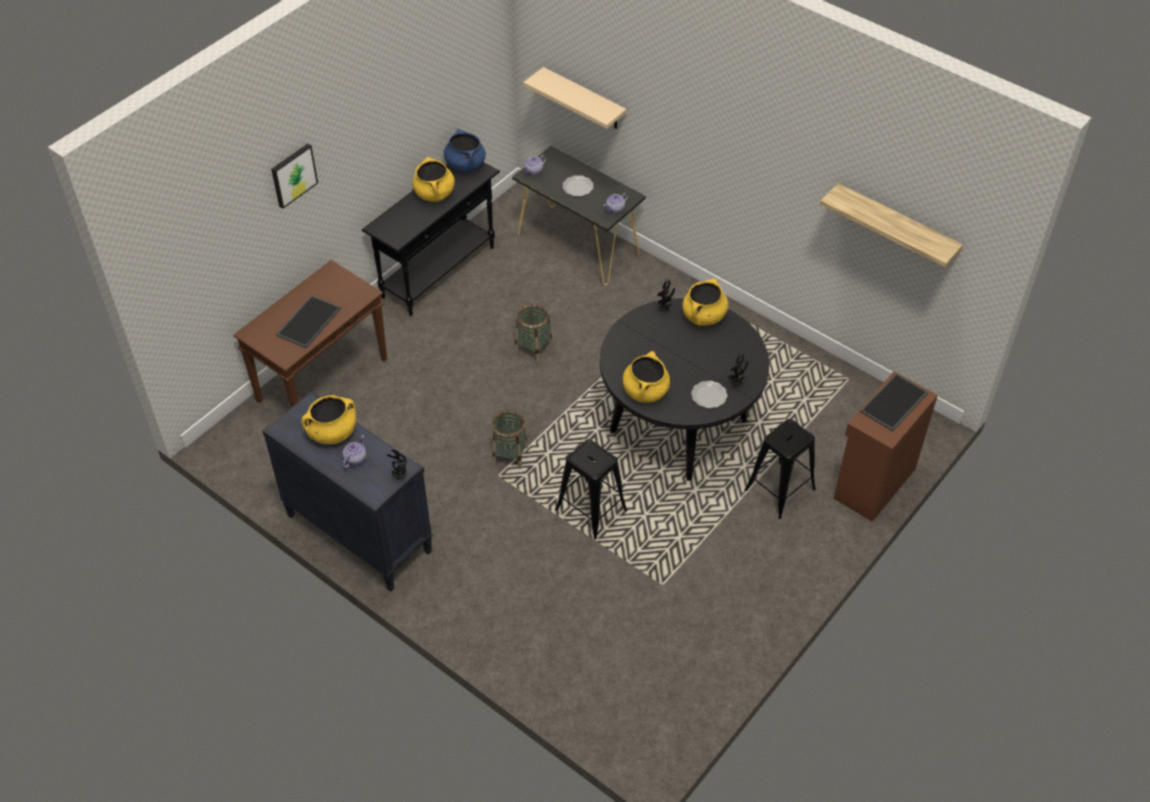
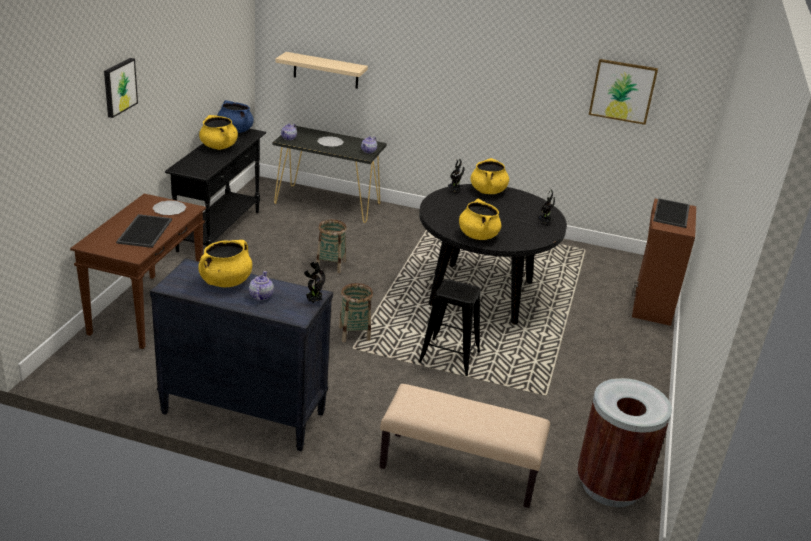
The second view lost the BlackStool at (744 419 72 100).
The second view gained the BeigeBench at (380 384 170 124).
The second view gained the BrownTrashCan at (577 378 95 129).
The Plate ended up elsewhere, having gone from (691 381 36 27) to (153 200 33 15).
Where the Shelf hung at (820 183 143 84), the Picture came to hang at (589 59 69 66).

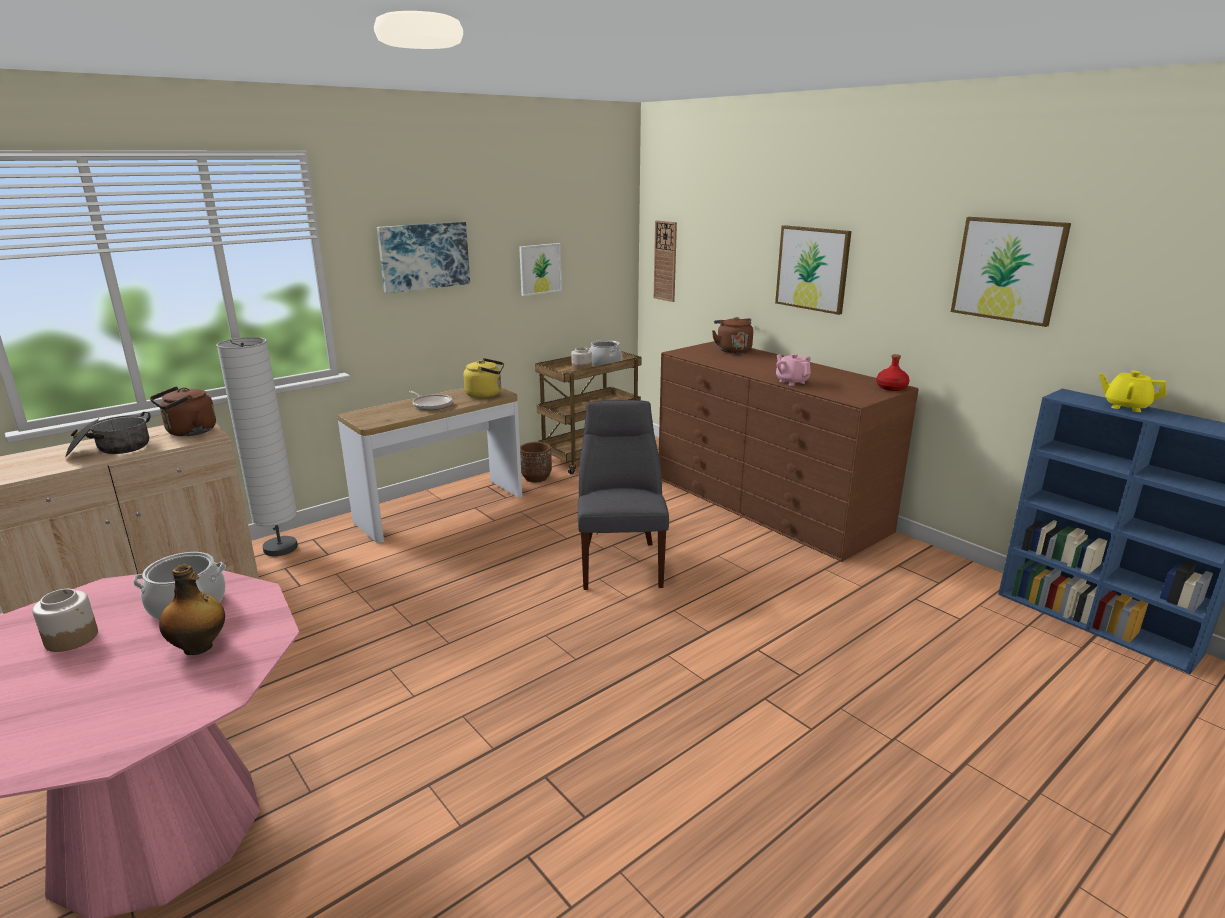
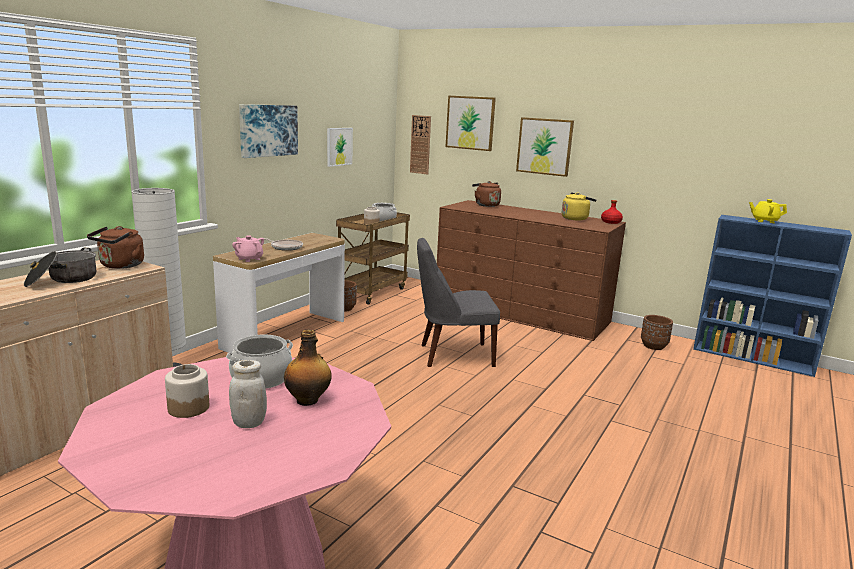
The second view gained the WhiteJar at (229 360 38 68).
The second view gained the BrownPlanter at (641 315 32 35).
The YellowKettle ended up elsewhere, having gone from (463 358 41 40) to (562 192 34 29).
The PinkTeapot ended up elsewhere, having gone from (776 353 35 33) to (232 236 32 26).
The Picture ended up elsewhere, having gone from (951 217 120 110) to (445 96 51 55).
The GreyChair at (578 400 91 190) ended up facing another way, 75 degrees counterclockwise from before.

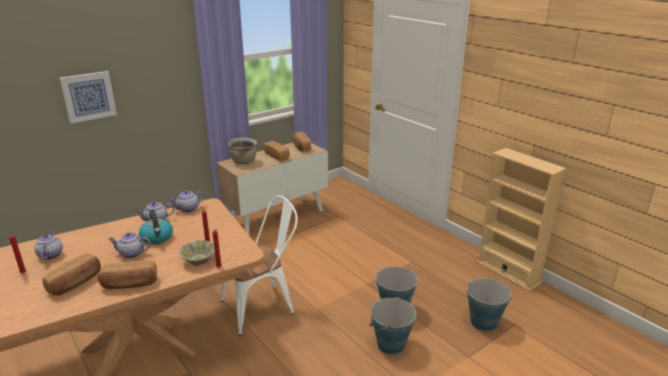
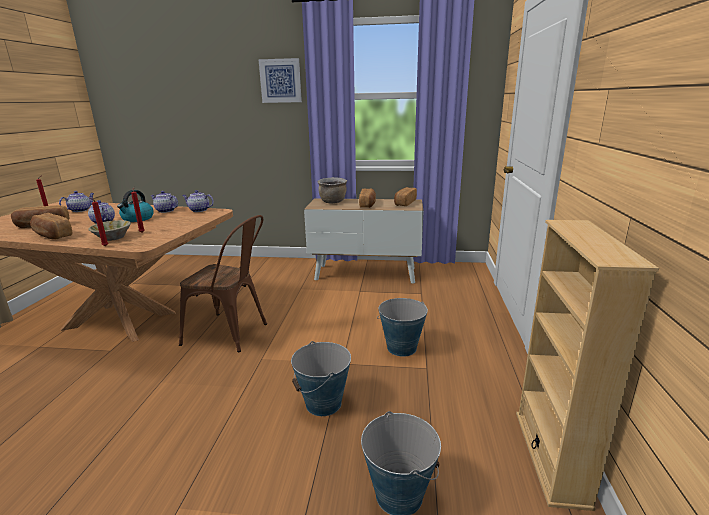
The Picture ended up elsewhere, having gone from (59 71 58 53) to (258 58 44 45).
The Bucket ended up elsewhere, having gone from (370 297 46 58) to (377 298 51 59).
What was the WhiteChair at (221 195 77 141) turned into the BrownChair at (179 215 88 137).

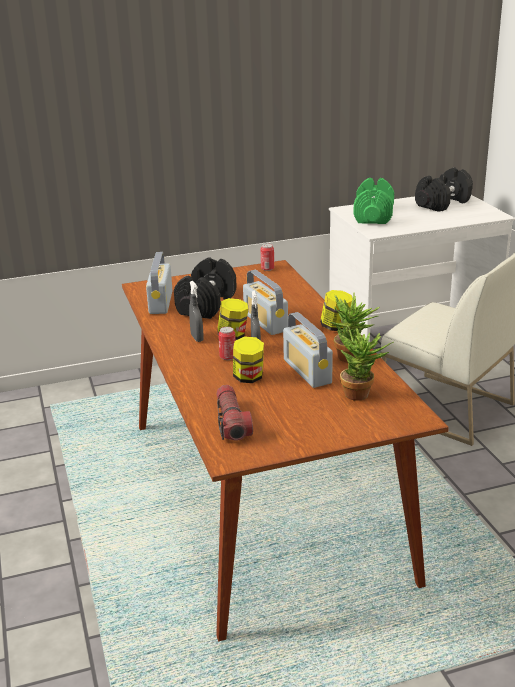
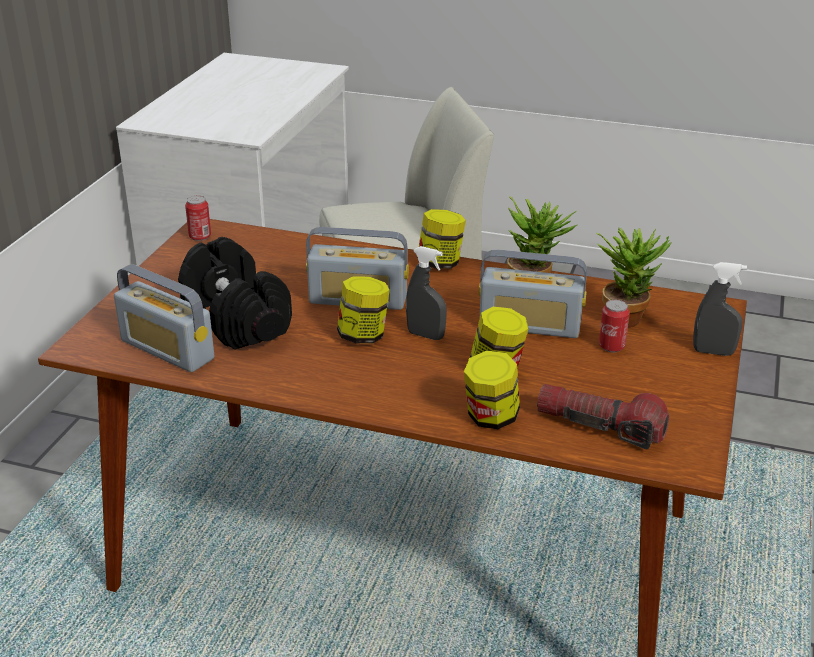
The second view lost the GreenDumbbell at (353 178 41 46).
The second view lost the BlackDumbbell at (415 167 58 45).
The second view gained the Jar at (464 351 56 78).
The GreySprayBottle ended up elsewhere, having gone from (189 281 15 61) to (693 262 54 94).
The Can ended up elsewhere, having gone from (218 327 18 33) to (599 300 31 53).

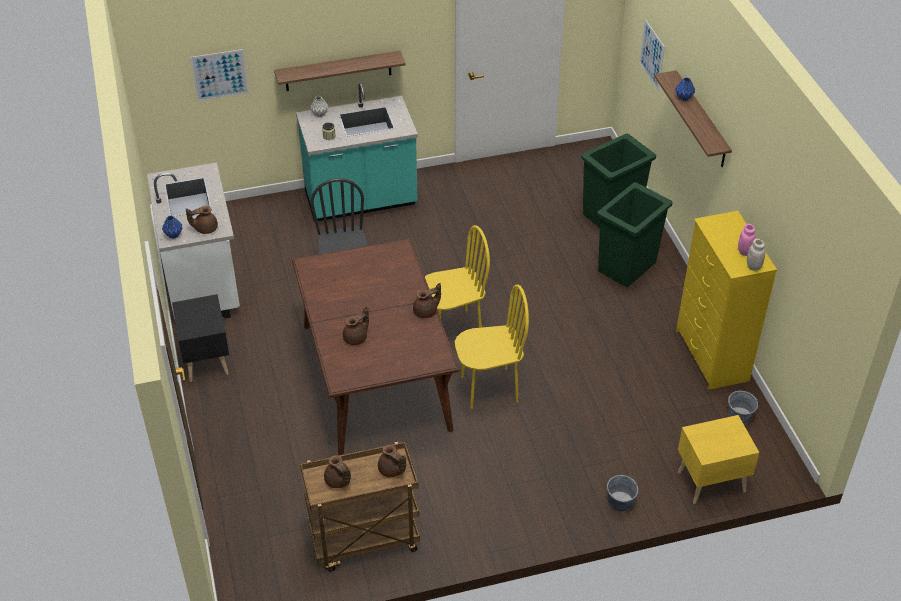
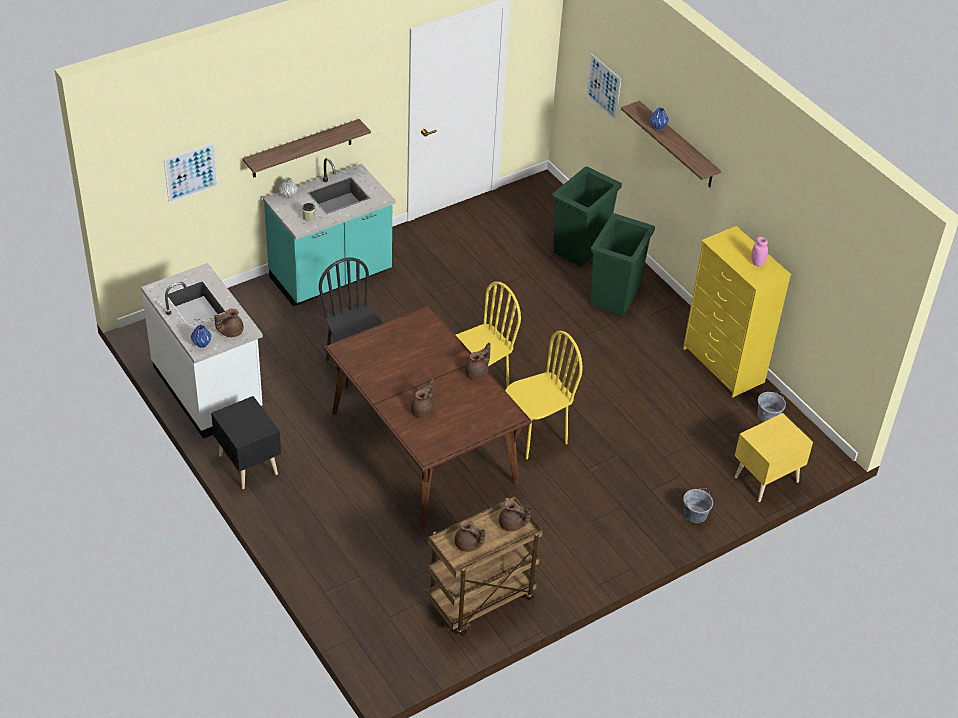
The second view lost the WhiteJar at (747 239 18 32).

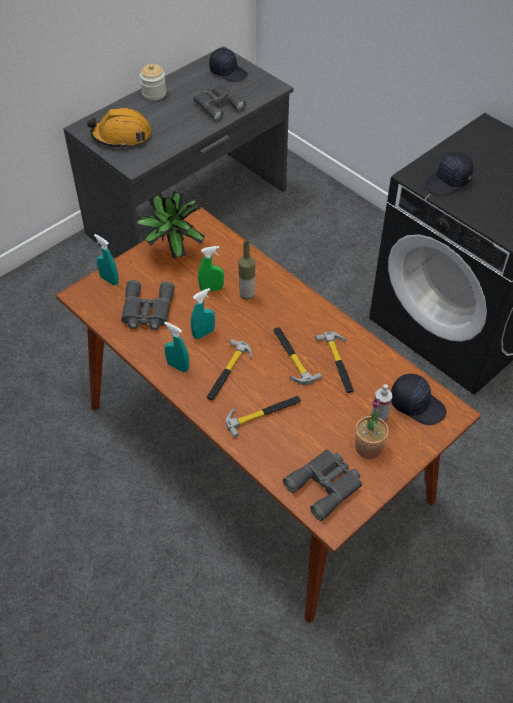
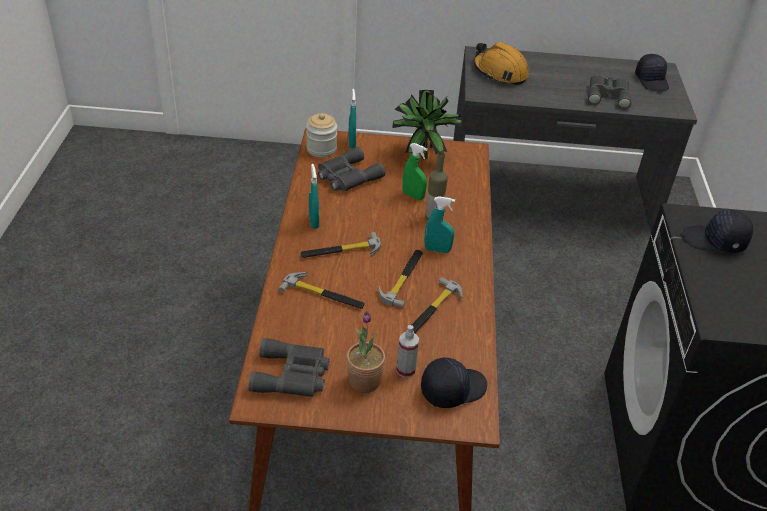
The Jar ended up elsewhere, having gone from (140 64 26 37) to (306 113 31 45).
The TurquoiseSprayBottle ended up elsewhere, having gone from (191 288 24 51) to (424 196 31 57).
The BlackCap at (391 374 56 51) ended up facing another way, 105 degrees counterclockwise from before.

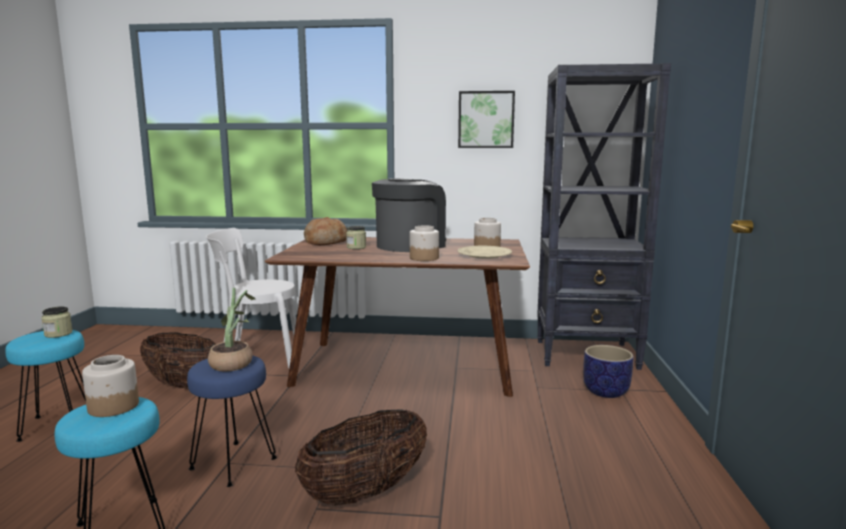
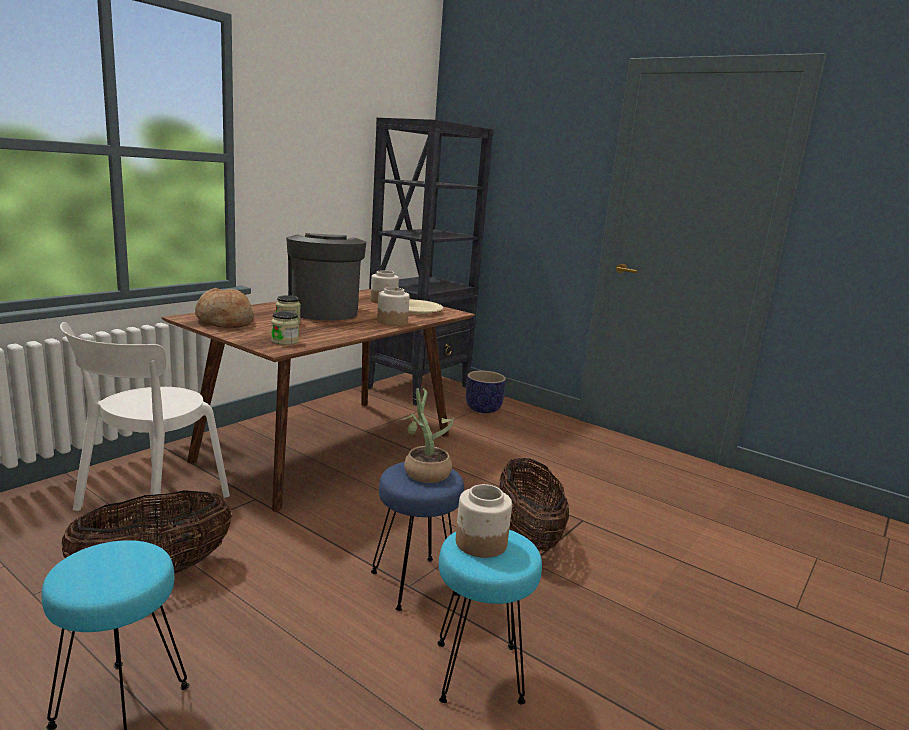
The second view lost the Picture at (458 91 57 57).
The Jar ended up elsewhere, having gone from (41 307 32 31) to (271 311 28 34).

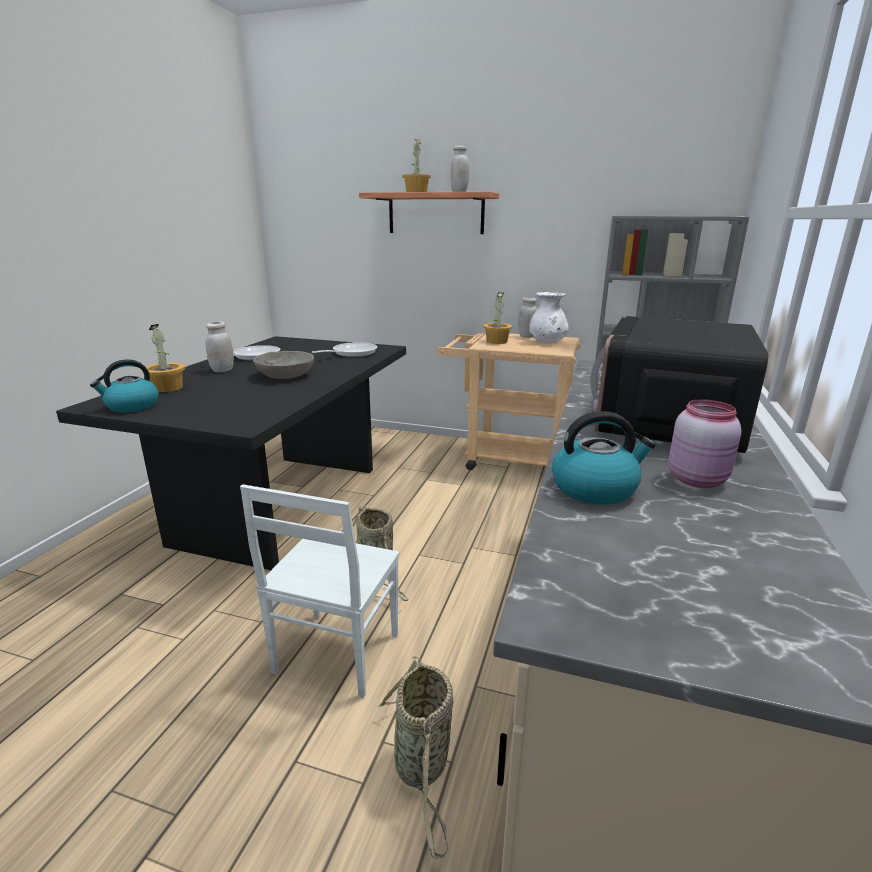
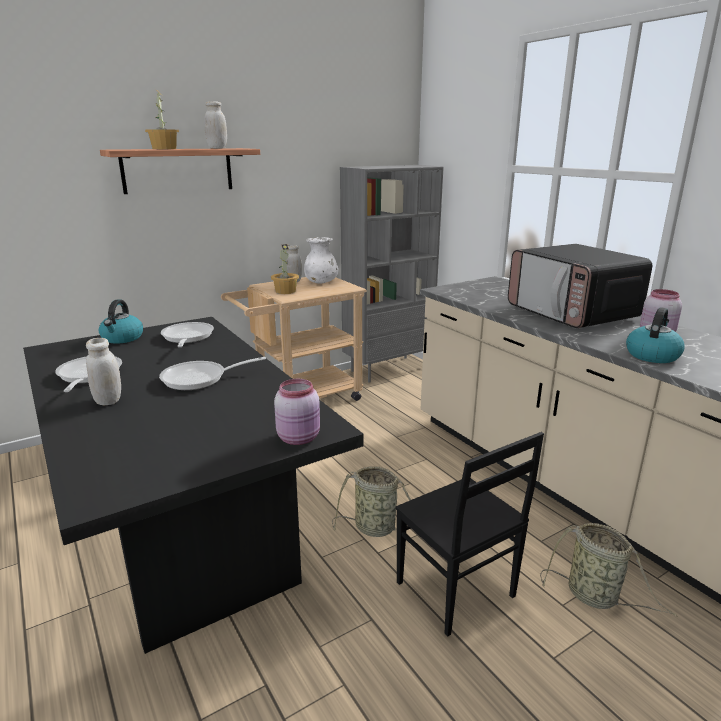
The second view lost the PottedPlant at (146 324 39 68).
The second view gained the PinkJar at (274 379 46 66).
The Kettle ended up elsewhere, having gone from (90 359 69 53) to (99 300 44 44).
Where the GreyBowl stood at (253 351 61 28), the FryingPan came to stand at (159 357 107 33).
What was the WhiteChair at (240 484 159 214) turned into the BlackChair at (396 432 148 205).

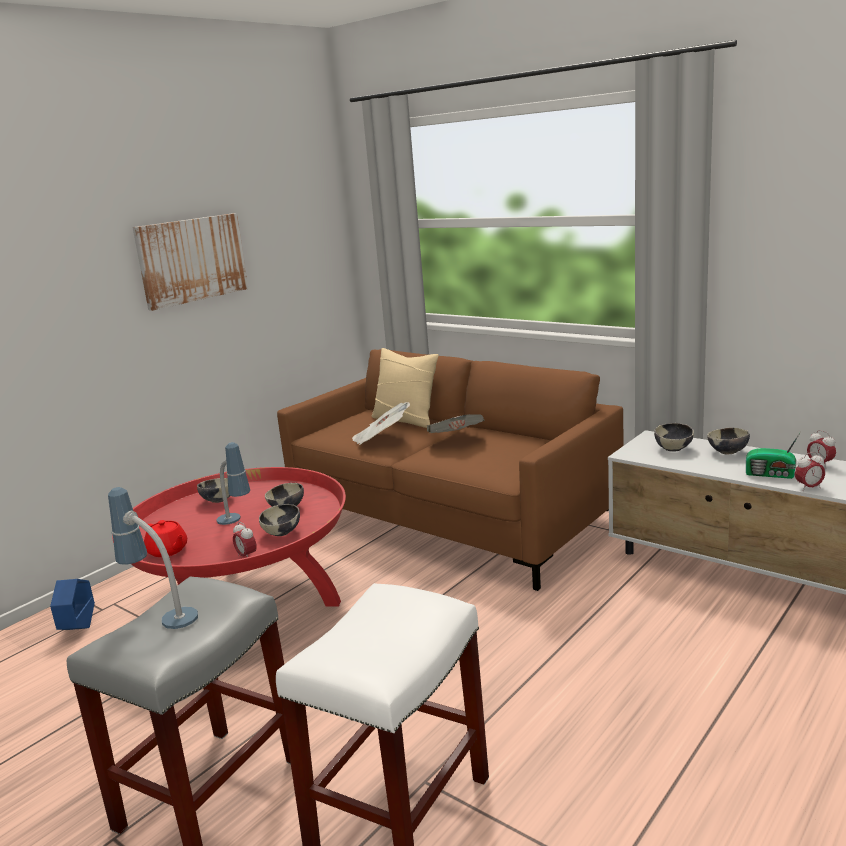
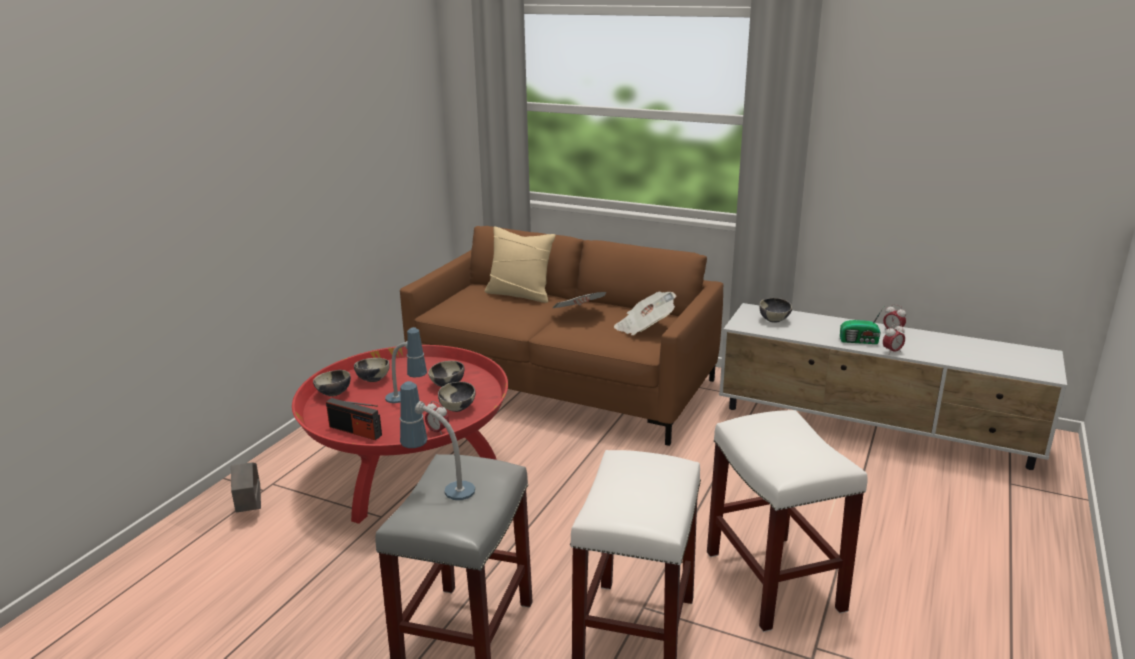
The second view lost the Picture at (132 213 116 98).
The second view gained the WhiteStool at (707 410 161 222).
The Newspaper ended up elsewhere, having gone from (352 402 58 43) to (614 292 63 43).
The Bowl ended up elsewhere, having gone from (707 427 43 27) to (313 370 38 27).
Where the RedTeapot stood at (144 520 43 37), the Radio came to stand at (326 398 56 42).
What was the BluePlanter at (50 579 45 51) turned into the GreyPlanter at (231 462 30 50).

